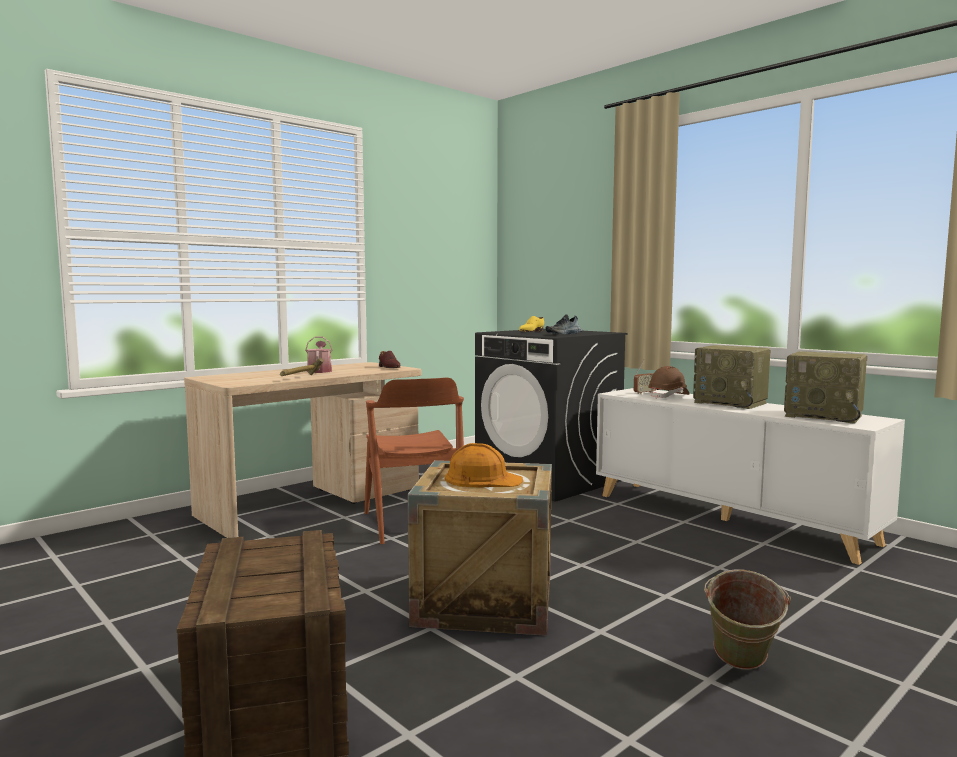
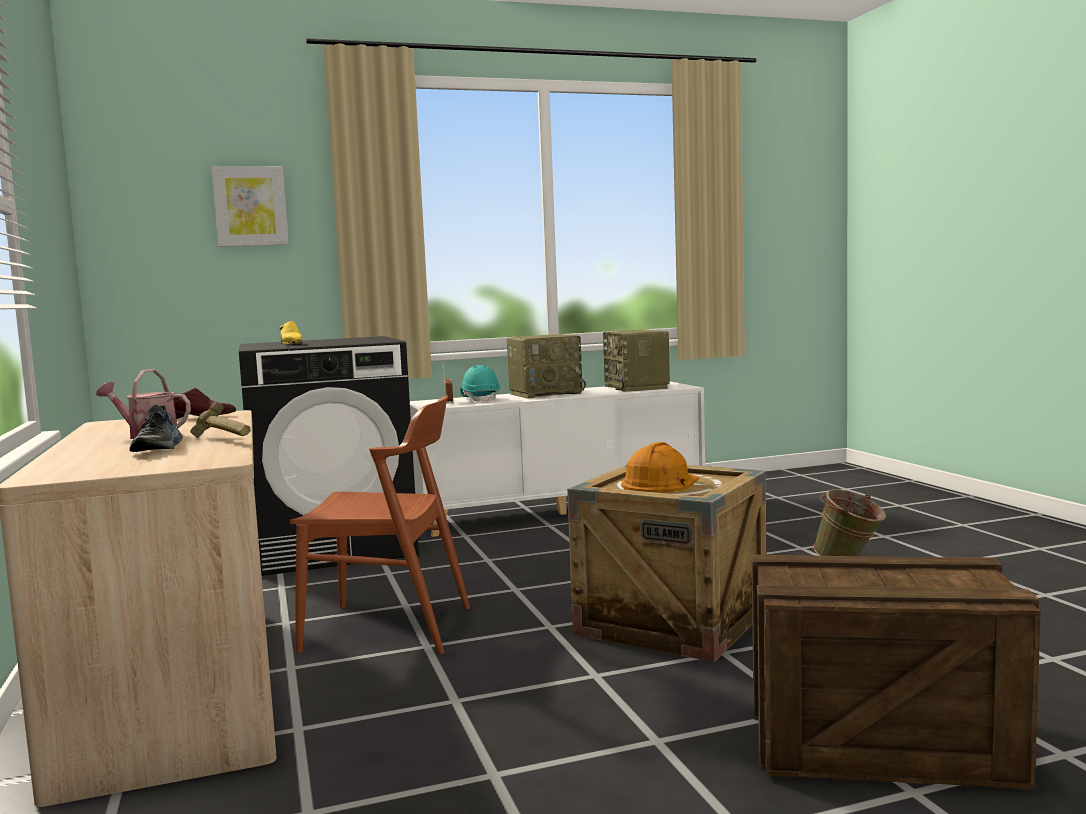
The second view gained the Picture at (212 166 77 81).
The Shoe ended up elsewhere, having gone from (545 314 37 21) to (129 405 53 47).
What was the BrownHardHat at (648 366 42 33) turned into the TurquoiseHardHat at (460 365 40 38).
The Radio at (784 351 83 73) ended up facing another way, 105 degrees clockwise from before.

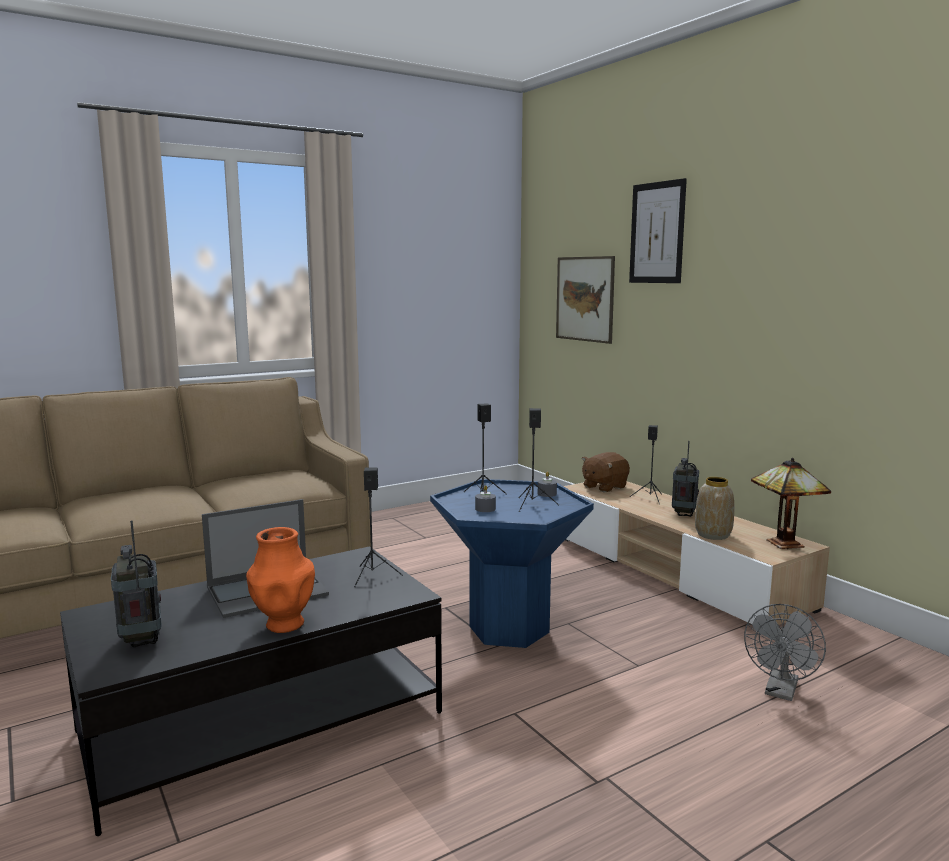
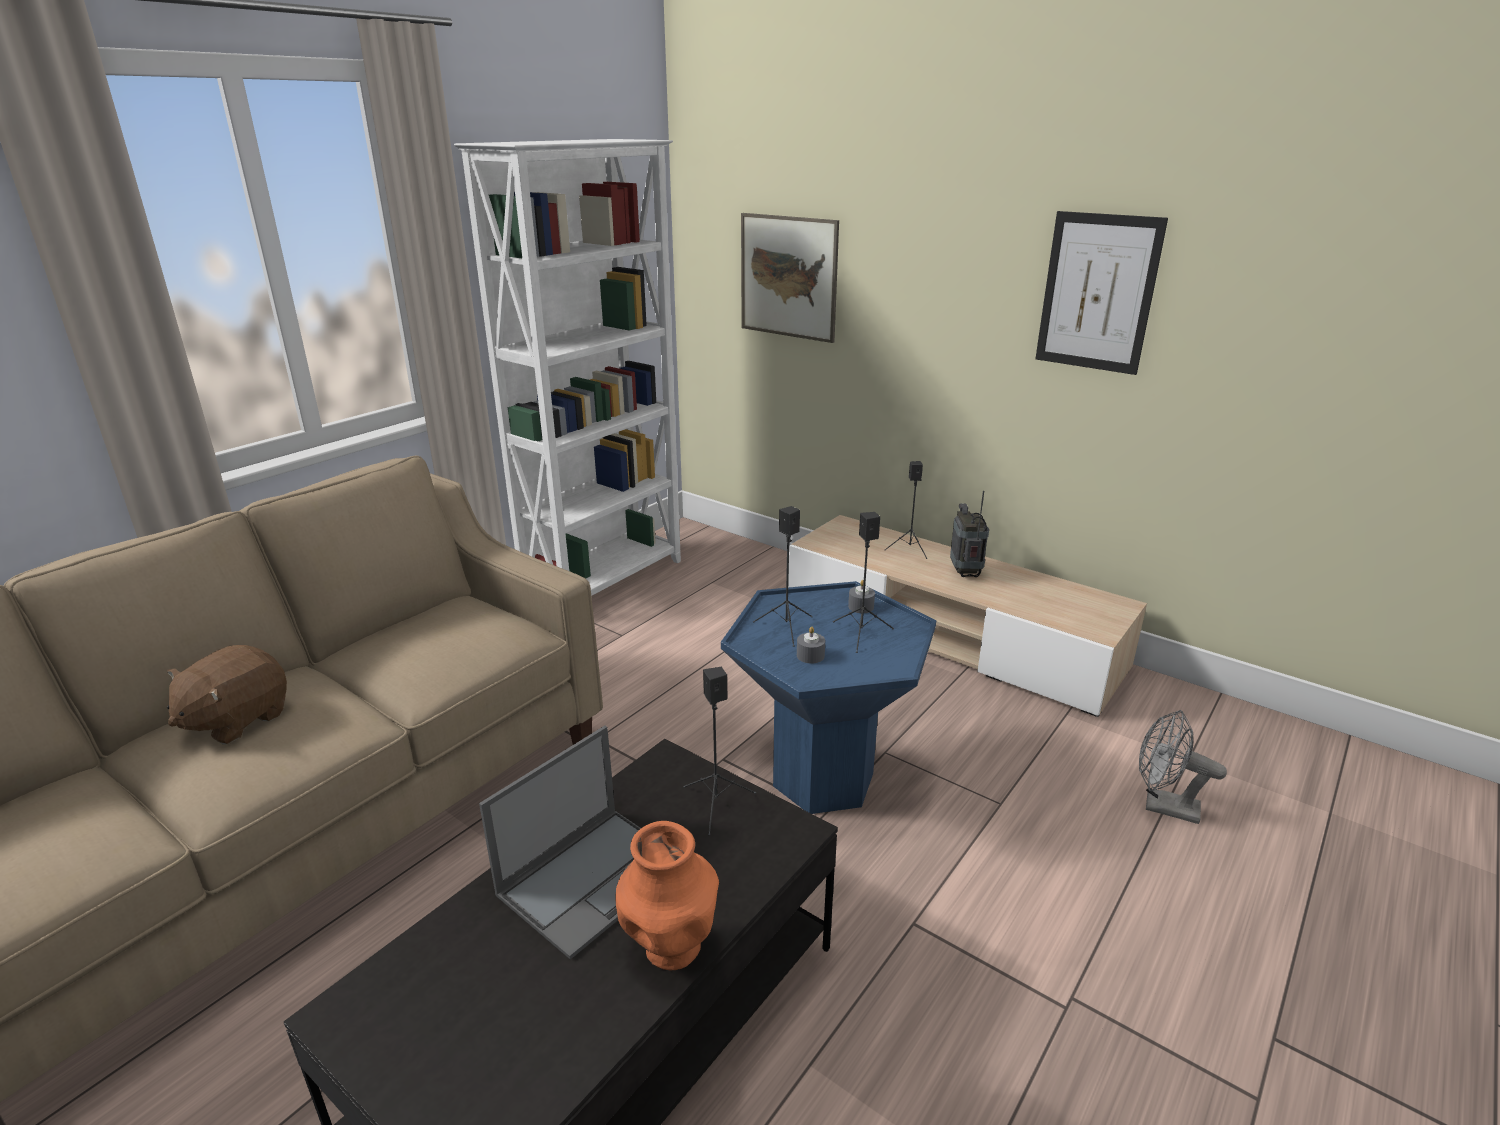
The second view lost the Radio at (111 520 51 127).
The second view lost the Vase at (695 477 39 63).
The second view lost the TableLamp at (751 458 80 91).
The second view gained the WhiteBookcase at (454 139 227 457).
The BrownPlushToy ended up elsewhere, having gone from (582 452 48 40) to (167 645 120 100).
The Picture ended up elsewhere, having gone from (629 178 58 105) to (1035 211 133 164).
The GreyFan at (744 604 82 97) ended up facing another way, 105 degrees clockwise from before.

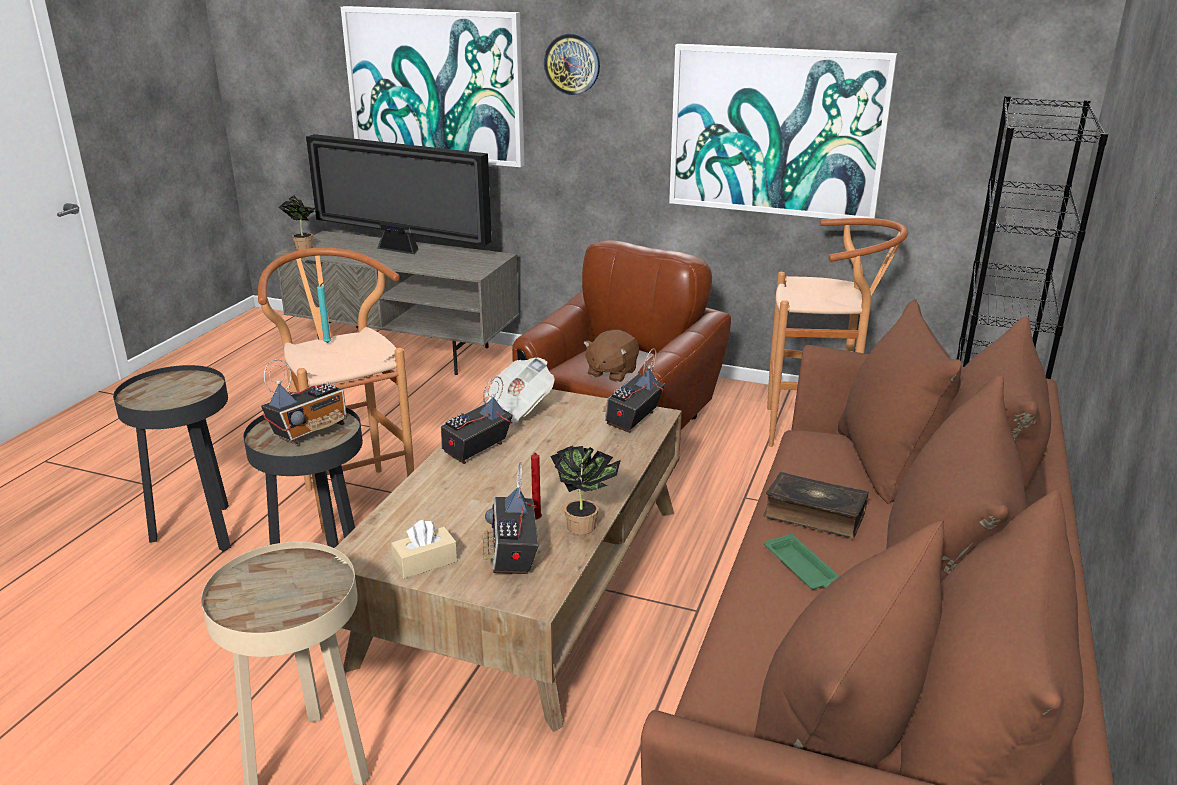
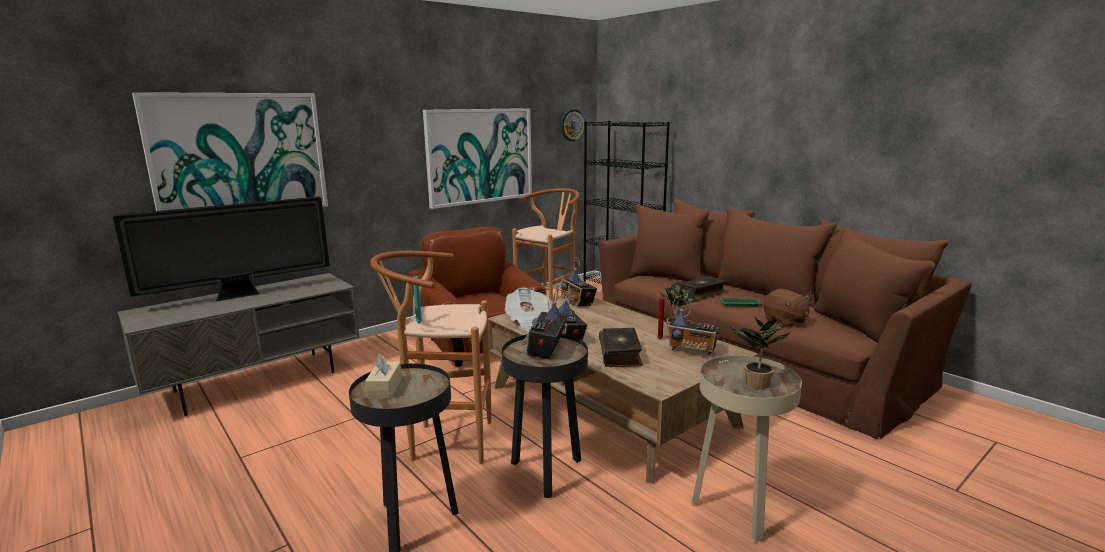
The second view gained the Book at (599 328 44 39).
The PottedPlant ended up elsewhere, having gone from (278 195 38 55) to (730 318 61 71).
The BeigeTissueBox ended up elsewhere, having gone from (391 520 66 59) to (365 353 37 46).
The WallClock ended up elsewhere, having gone from (544 33 56 62) to (561 109 24 32).
The BrownPlushToy ended up elsewhere, having gone from (583 330 56 52) to (763 289 47 38).
The Radio at (261 359 86 86) ended up facing another way, 150 degrees counterclockwise from before.

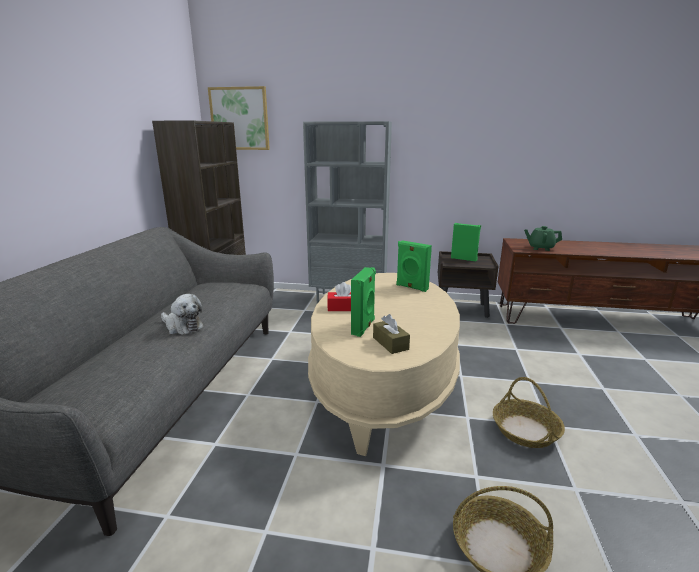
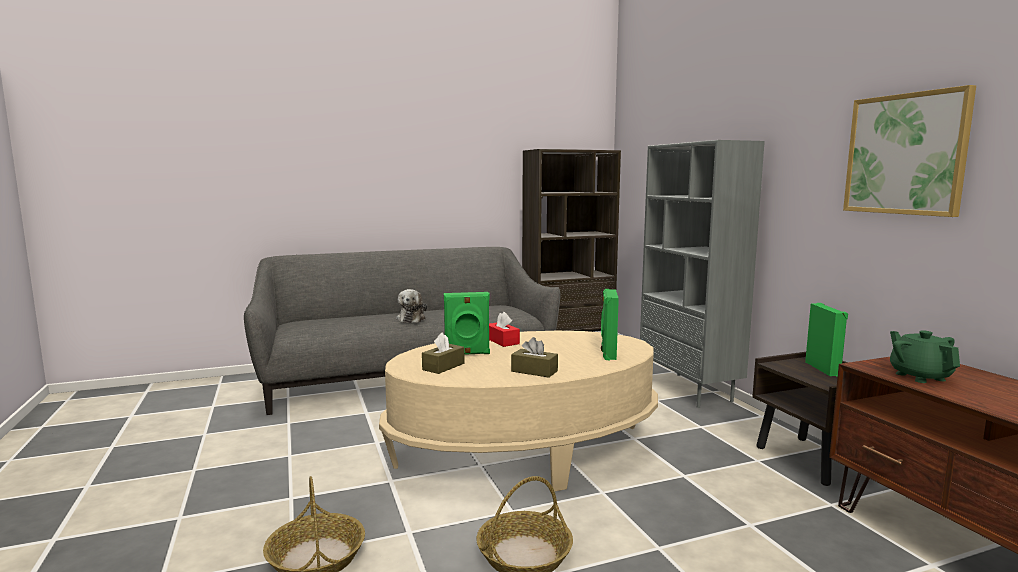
The second view gained the BrownTissueBox at (511 337 47 41).
The Picture ended up elsewhere, having gone from (208 86 62 64) to (843 85 133 132).

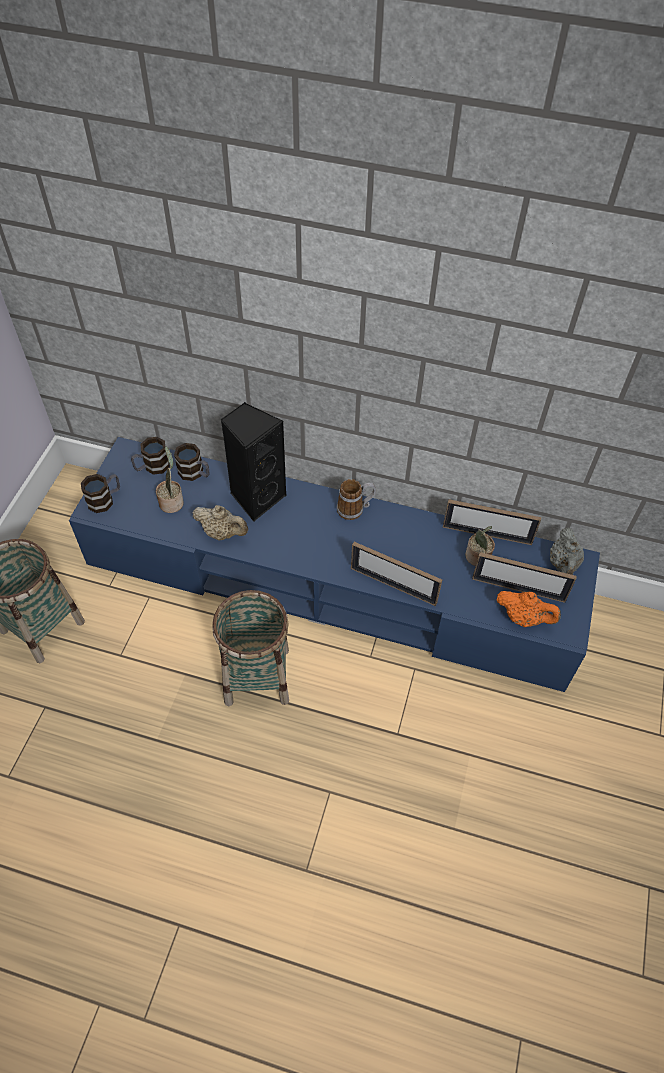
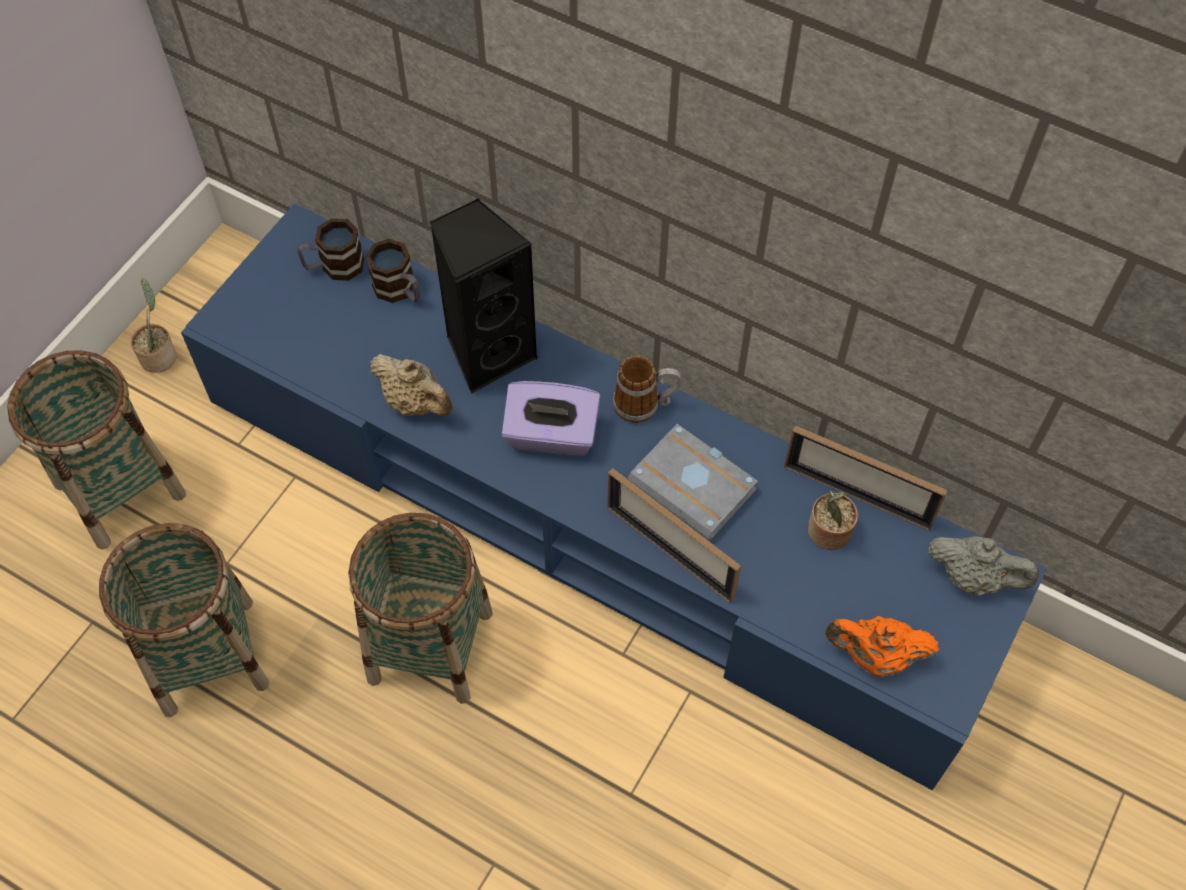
The second view lost the Mug at (81 474 39 39).
The second view lost the PictureFrame at (472 552 105 51).
The second view gained the Basket at (99 523 170 194).
The second view gained the PurpleTissueBox at (501 381 100 75).
The second view gained the GreyBook at (627 424 131 117).
The PottedPlant ended up elsewhere, having gone from (156 447 28 66) to (131 278 46 95).
The OrangeTeapot at (497 591 64 36) ended up facing another way, 150 degrees clockwise from before.
The GreyTeapot at (550 527 34 48) ended up facing another way, 90 degrees counterclockwise from before.

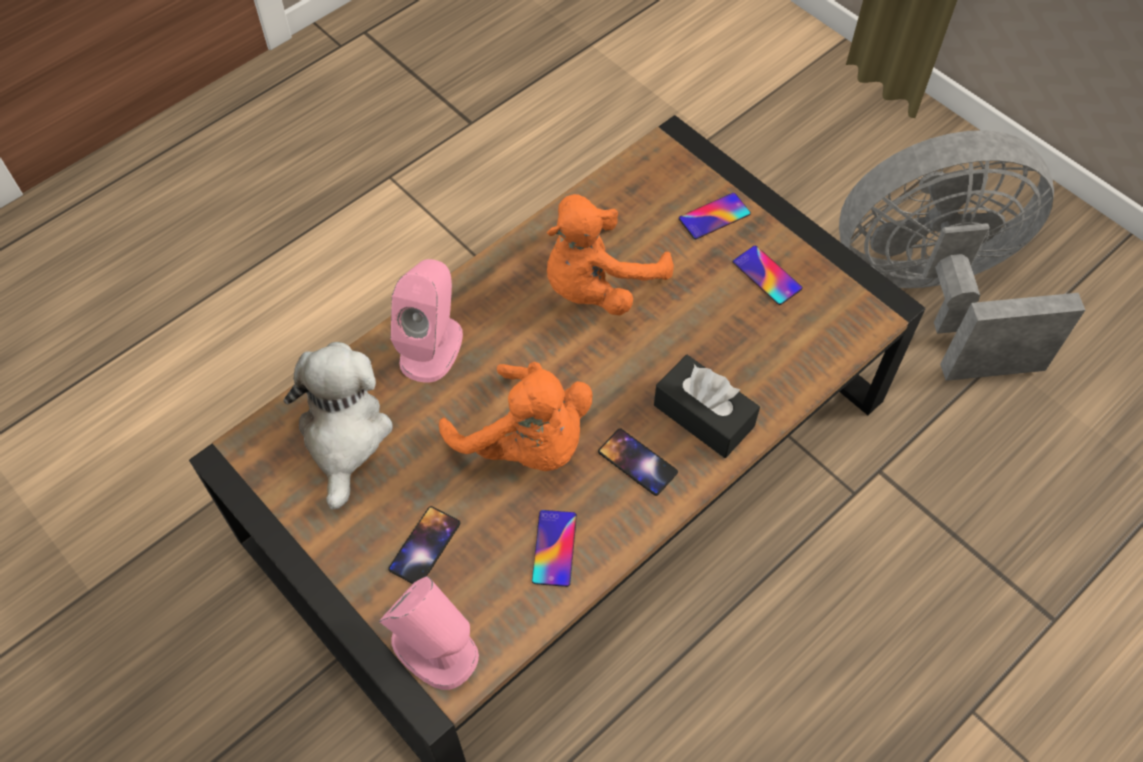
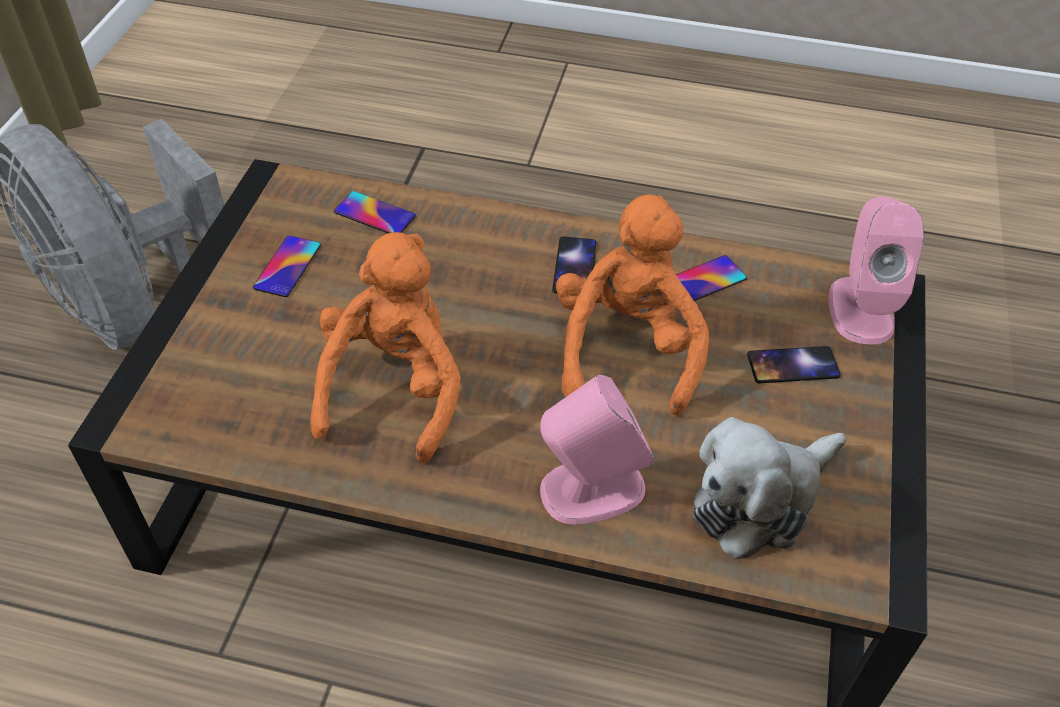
The second view lost the BlackTissueBox at (654 355 106 103).
The Phone ended up elsewhere, having gone from (679 193 72 46) to (334 191 82 42).
The OrangePlushToy at (547 194 127 121) ended up facing another way, 90 degrees counterclockwise from before.

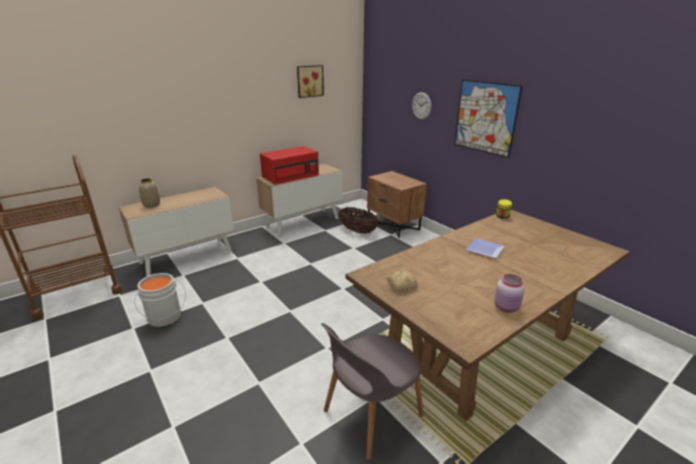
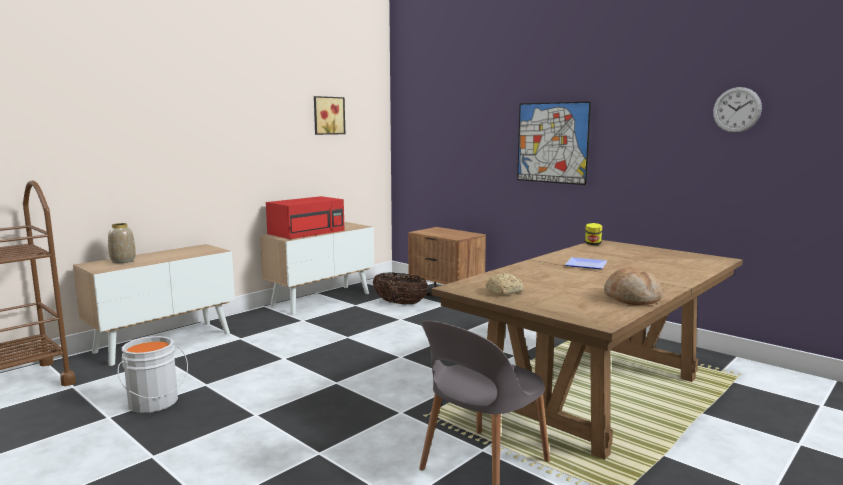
The WallClock ended up elsewhere, having gone from (412 92 19 27) to (713 87 49 46).
Where the PinkJar stood at (494 274 31 39), the Bread came to stand at (604 267 59 38).

